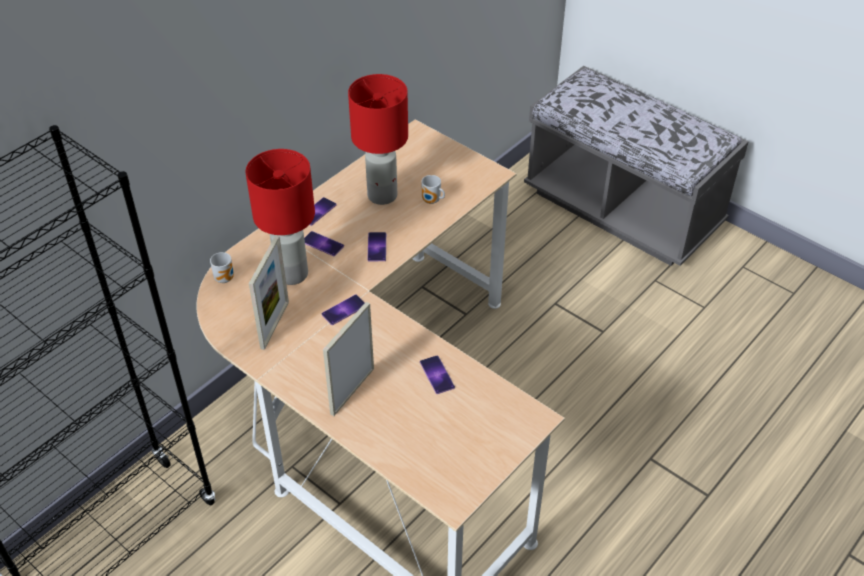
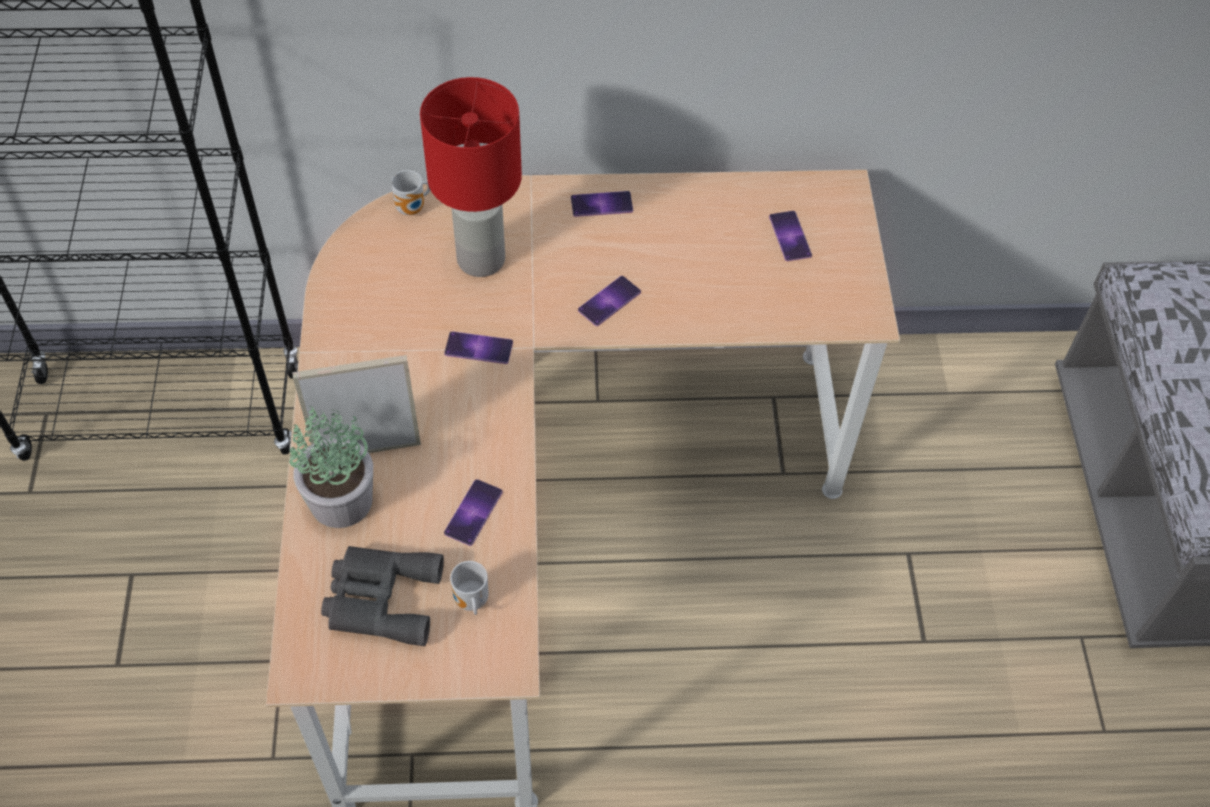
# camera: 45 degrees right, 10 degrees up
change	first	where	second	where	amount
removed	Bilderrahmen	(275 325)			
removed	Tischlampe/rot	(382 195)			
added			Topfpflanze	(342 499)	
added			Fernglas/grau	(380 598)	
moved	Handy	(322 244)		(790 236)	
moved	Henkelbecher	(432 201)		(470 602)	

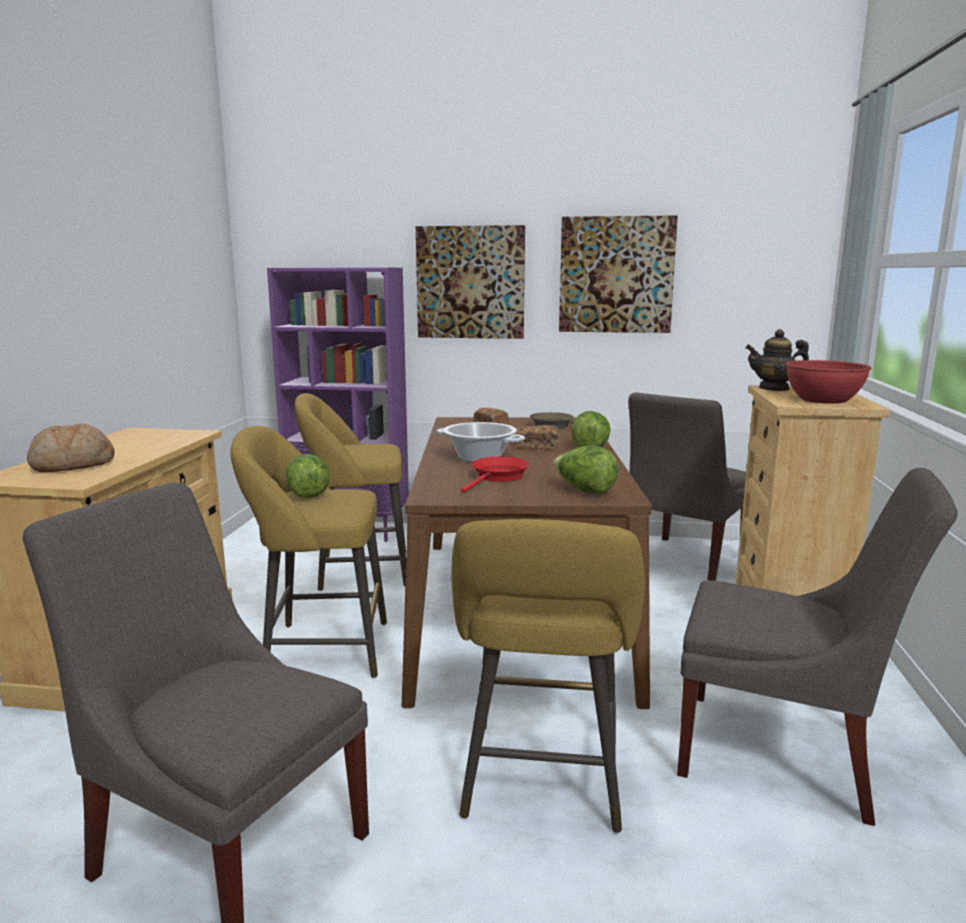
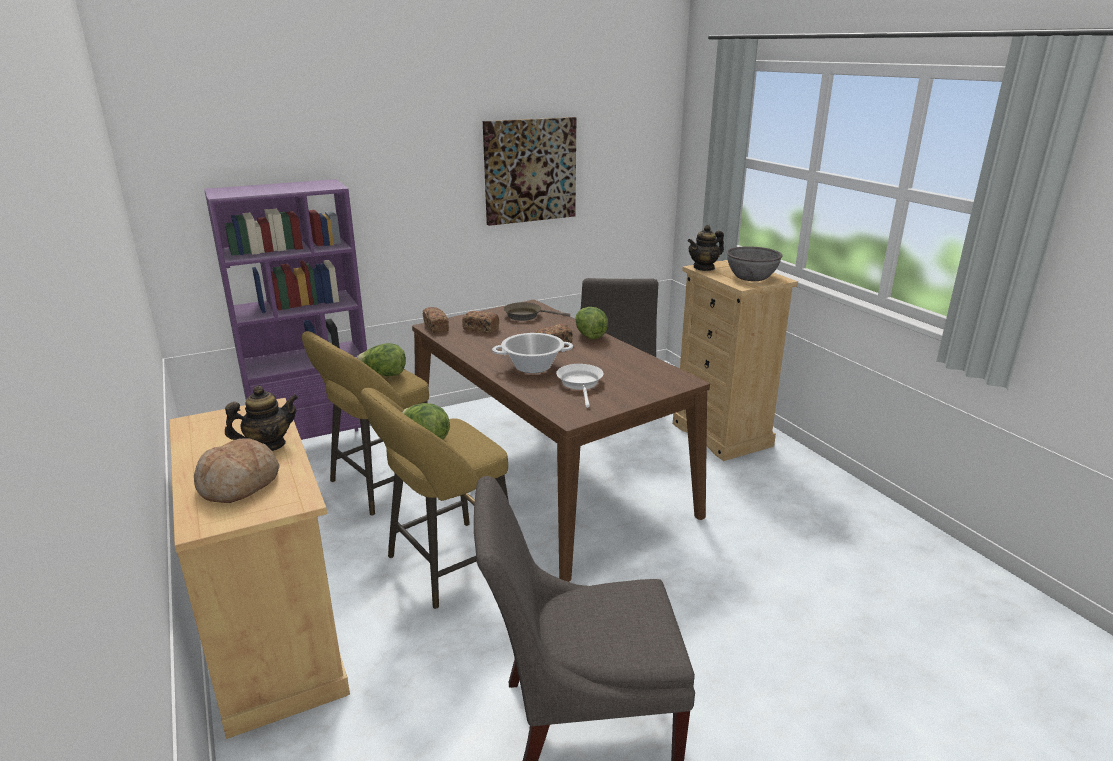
# camera: 35 degrees left, 10 degrees up
change	first	where	second	where	amount
removed	Bild	(470 282)			
removed	Hocker/gelb	(542 784)			
removed	Stuhl/grau	(785 756)			
added			Teekanne	(268 445)	
added			Brot	(436 327)	
moved	Salatkopf	(584 491)		(384 374)	
recoloured	Pfanne/rot	(498 477)	Pfanne/weiß	(580 384)	
recoloured	Schüssel/rot	(823 400)	Schüssel/grau	(751 277)	

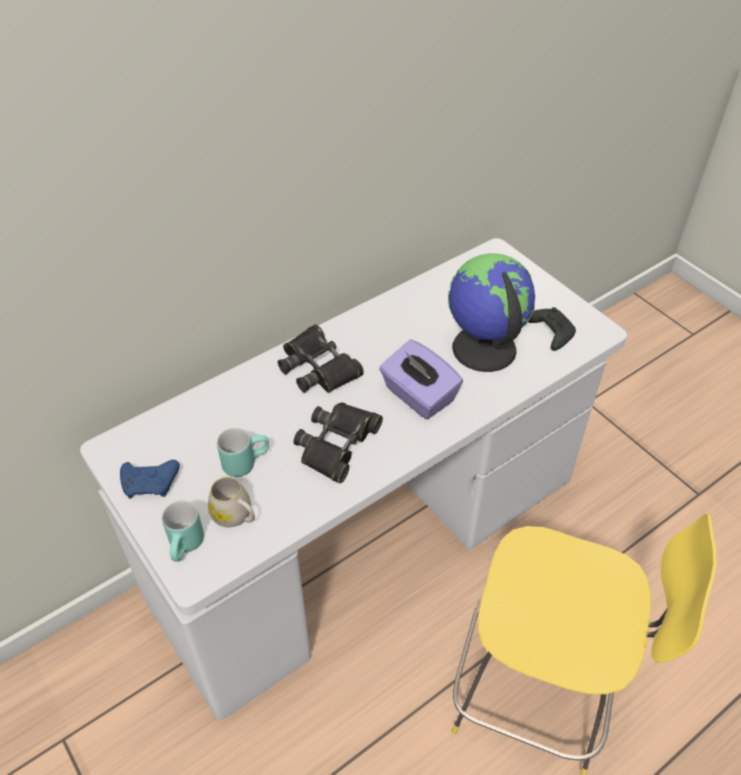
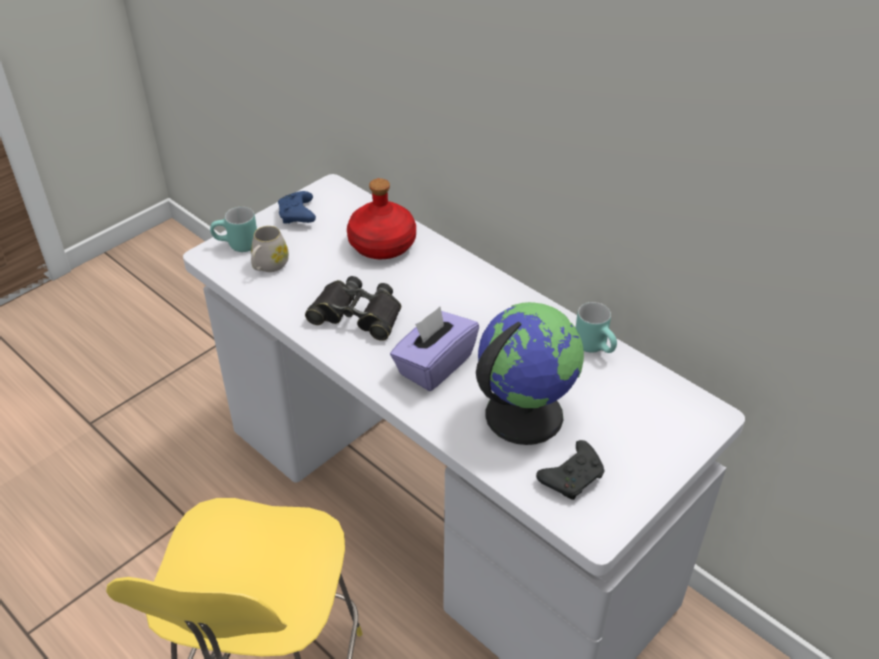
# camera: 80 degrees right, 5 degrees down
change	first	where	second	where	amount
removed	Fernglas/schwarz	(318 367)			
added			Flasche/rot	(381 245)	
moved	Henkelbecher/türkis	(245 461)		(596 347)	

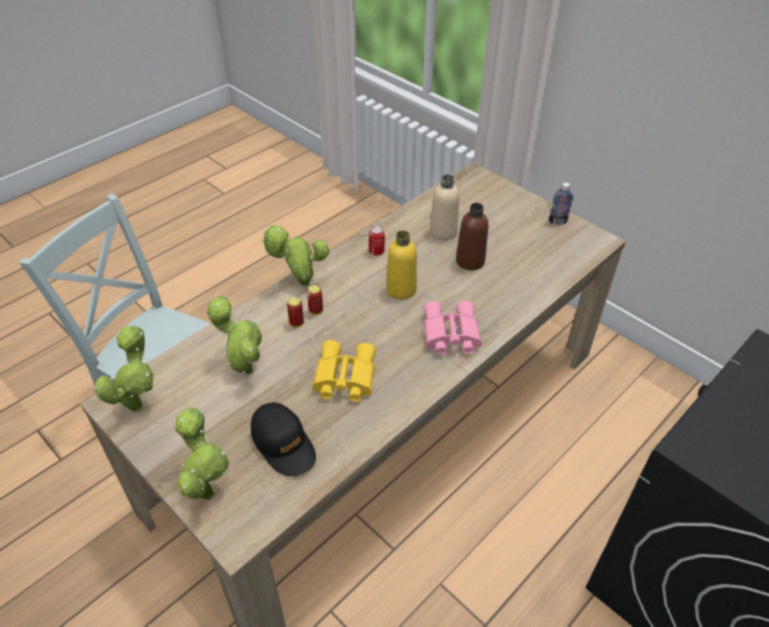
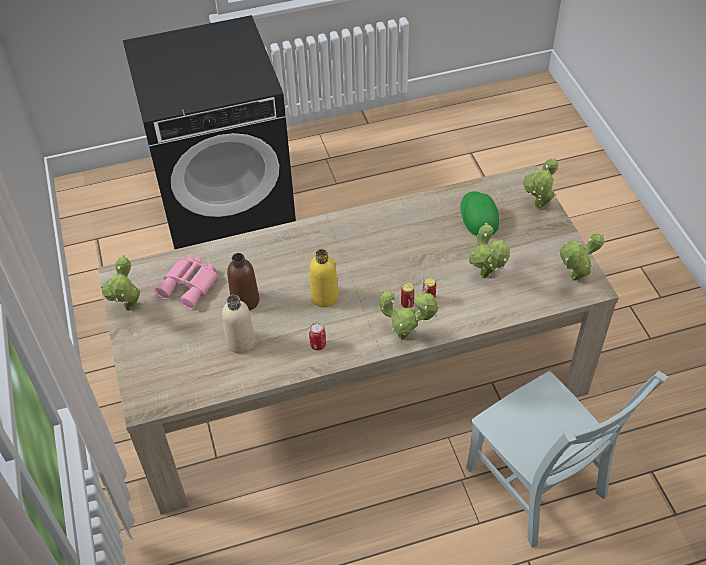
# camera: 150 degrees left, 5 degrees up
change	first	where	second	where	amount
removed	Fernglas/gelb	(343 378)			
moved	Fernglas/rosa	(449 335)		(190 285)	
replaced	Flasche	(557 221)	Topfpflanze	(129 310)	
recoloured	Kappe/schwarz	(283 444)	Kappe/grün	(478 216)	

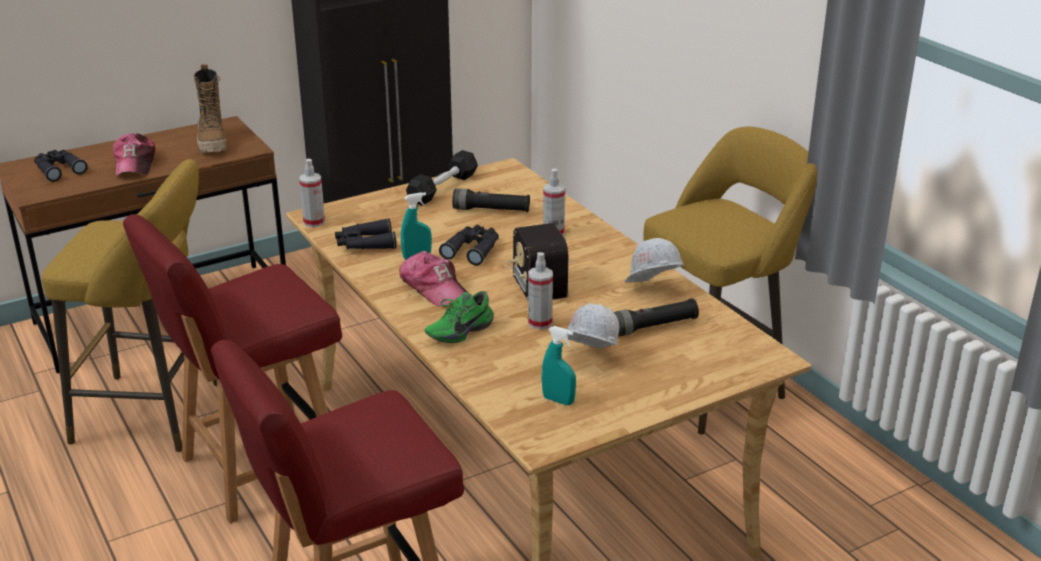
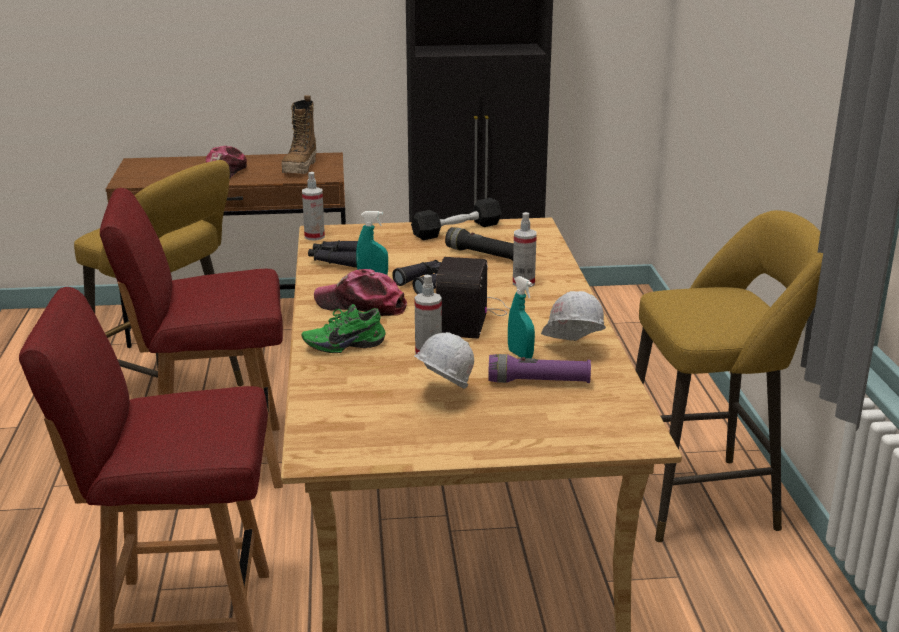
# camera: 25 degrees right, 5 degrees down
change	first	where	second	where	amount
removed	Fernglas/schwarz	(58 170)			
moved	Sprühflasche/türkis	(558 400)		(520 355)	
recoloured	Taschenlampe/schwarz	(653 327)	Taschenlampe/lila	(538 382)	
turned	Kappe	(434 287)		(361 305)	120 degrees clockwise

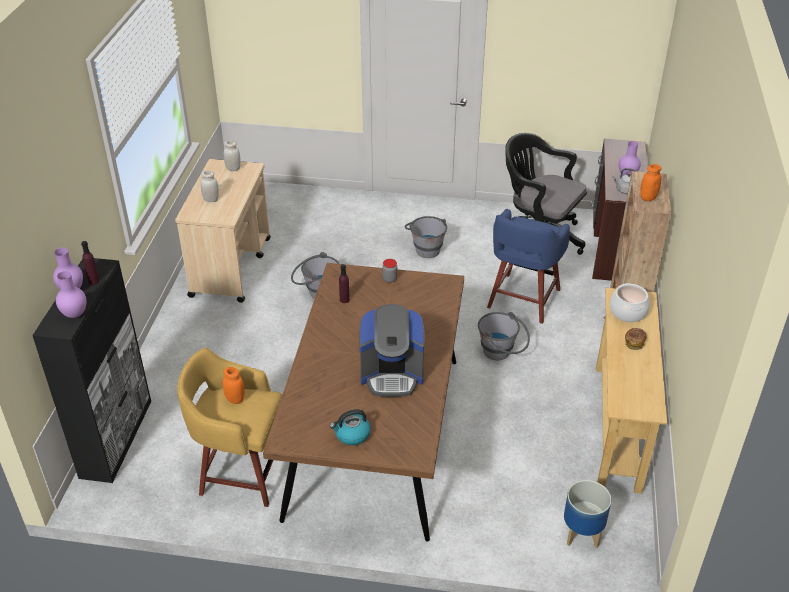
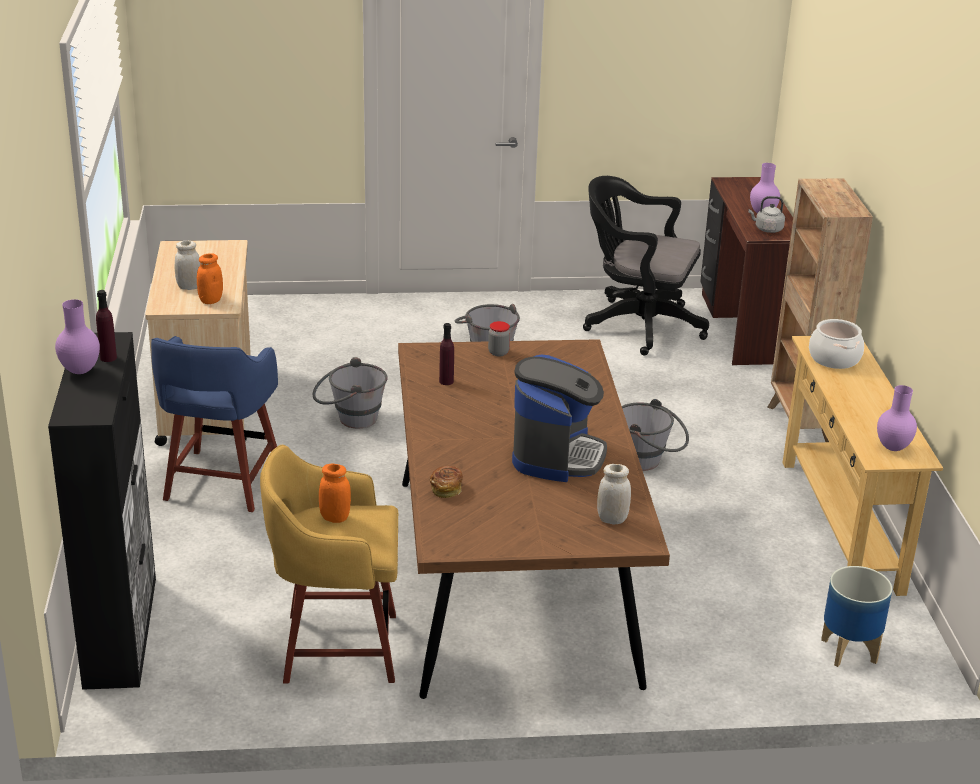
# camera: 15 degrees left, 10 degrees down
change	first	where	second	where	amount
removed	Wasserkessel	(352 435)			
moved	Vase/lila	(74 315)		(892 448)	
moved	Vorratsglas/weiß	(233 168)		(612 519)	
moved	Hocker/blau	(522 300)		(221 483)	
moved	Brot	(634 343)		(446 489)	
moved	Vorratsglas/orange	(648 197)		(210 300)	
turned	Kaffeemaschine	(392 375)		(557 456)	60 degrees counterclockwise

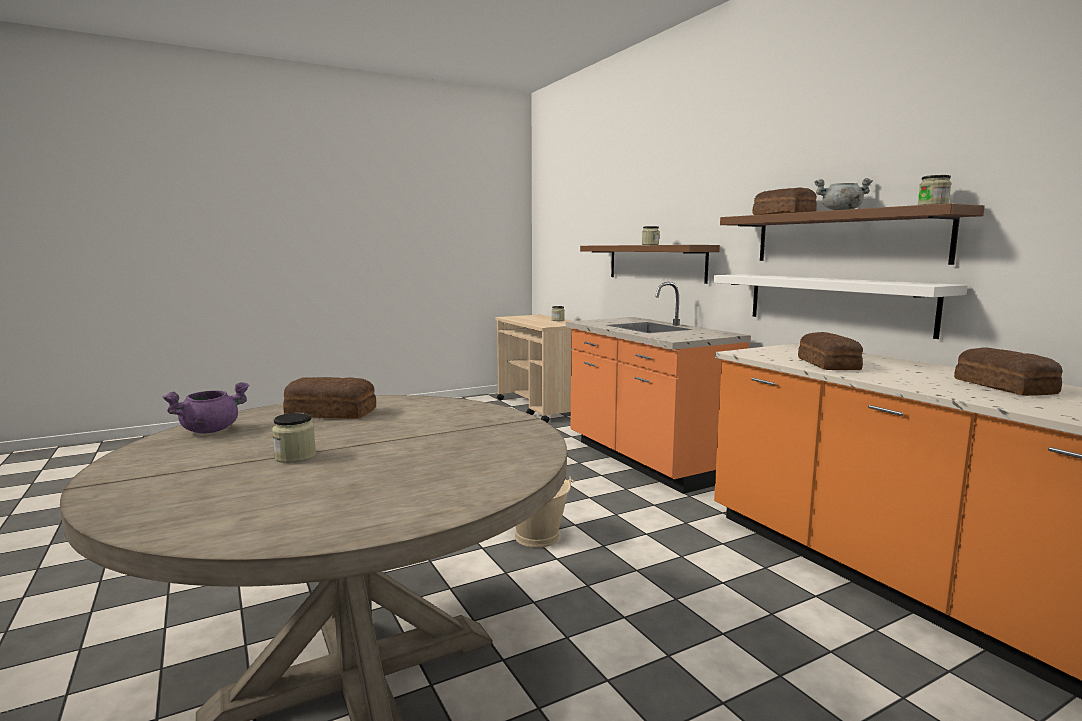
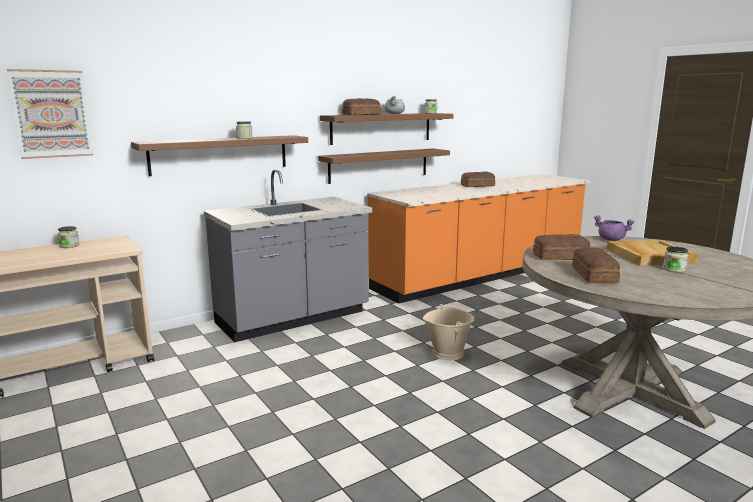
# camera: 95 degrees left, 5 degrees up
change	first	where	second	where	amount
added			Bild	(51 114)	
added			Tablett/beige	(649 255)	
moved	Kochtopf/lila	(210 430)		(611 239)	
moved	Brot	(829 364)		(559 256)	
recoloured	Küchenzeile/orange	(646 460)	Küchenzeile/grau	(293 319)	
recoloured	Wandregal/weiß	(834 302)	Wandregal/braun	(379 165)	

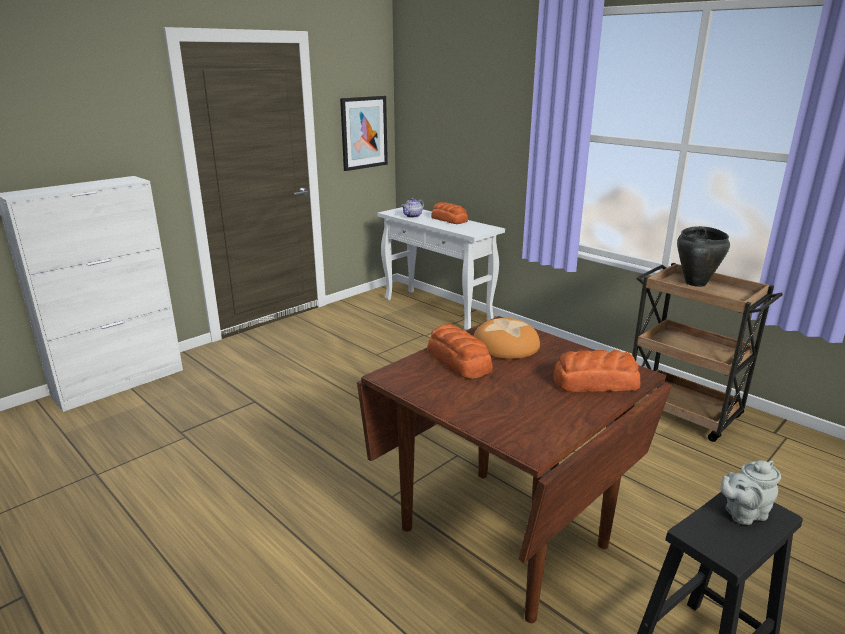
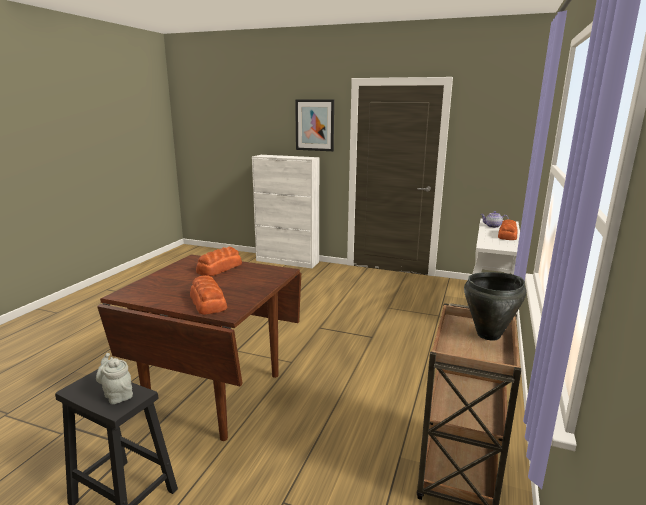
# camera: 65 degrees right, 5 degrees down
change	first	where	second	where	amount
removed	Brot	(506 345)			
moved	Bild	(364 132)		(315 125)	

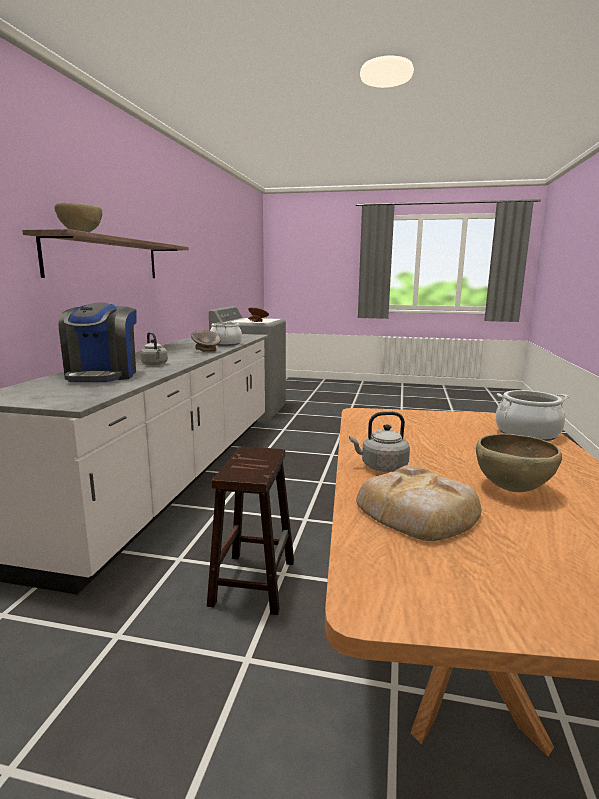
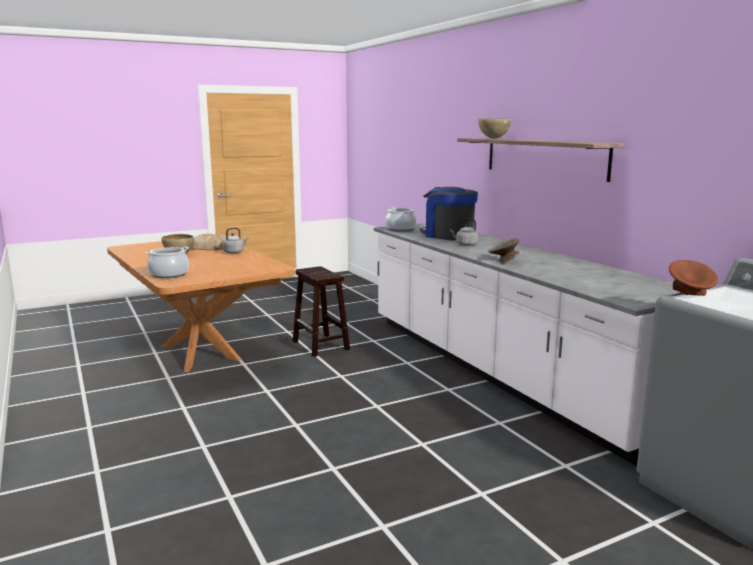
# camera: 140 degrees right, 0 degrees up
change	first	where	second	where	amount
moved	Kochtopf	(225 344)		(400 229)	

